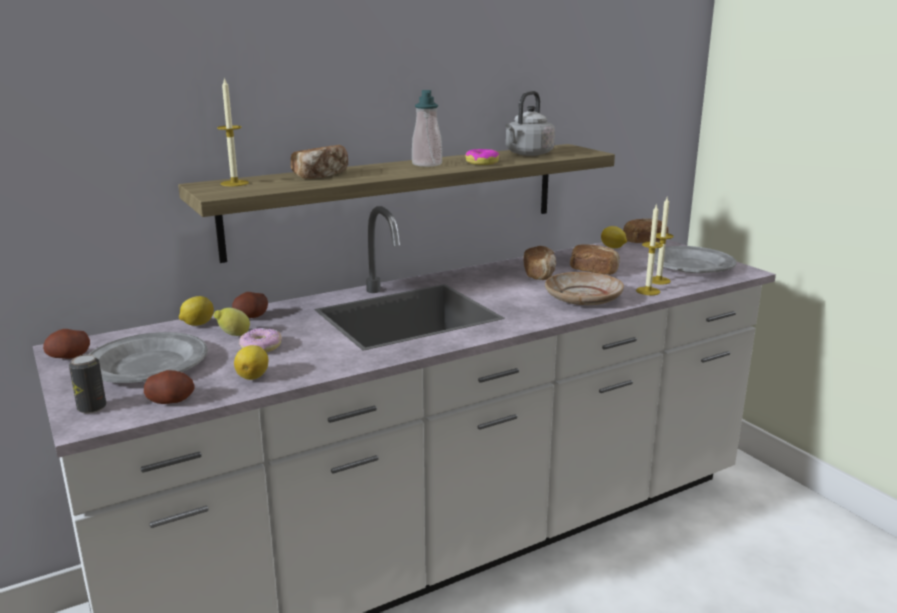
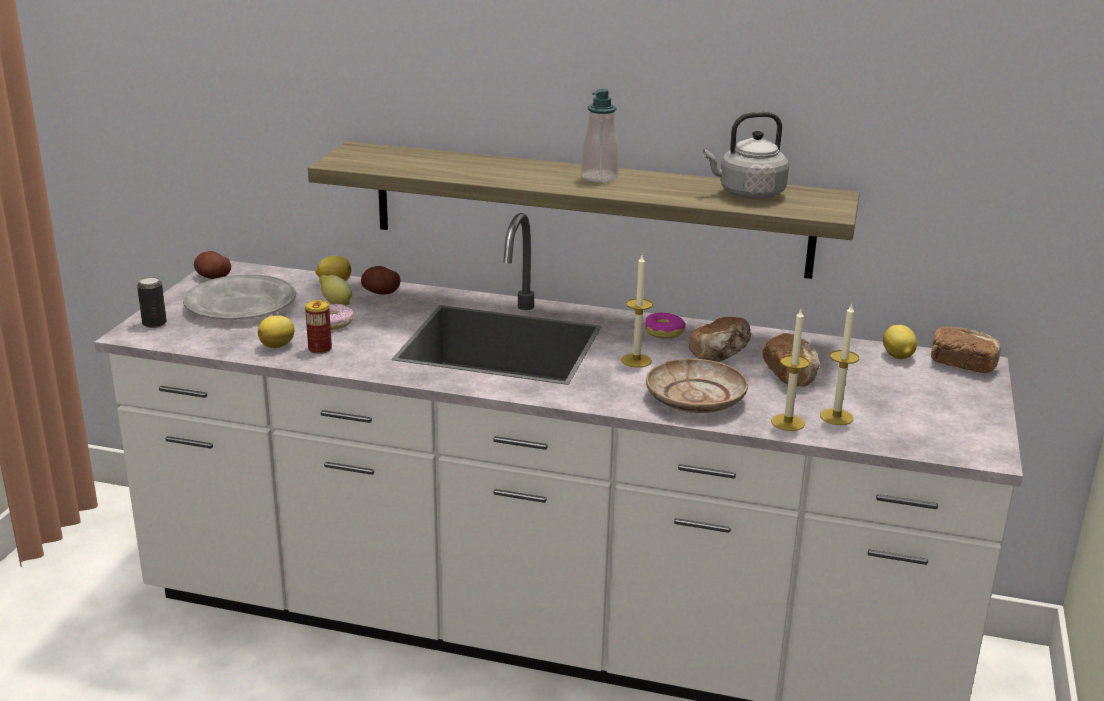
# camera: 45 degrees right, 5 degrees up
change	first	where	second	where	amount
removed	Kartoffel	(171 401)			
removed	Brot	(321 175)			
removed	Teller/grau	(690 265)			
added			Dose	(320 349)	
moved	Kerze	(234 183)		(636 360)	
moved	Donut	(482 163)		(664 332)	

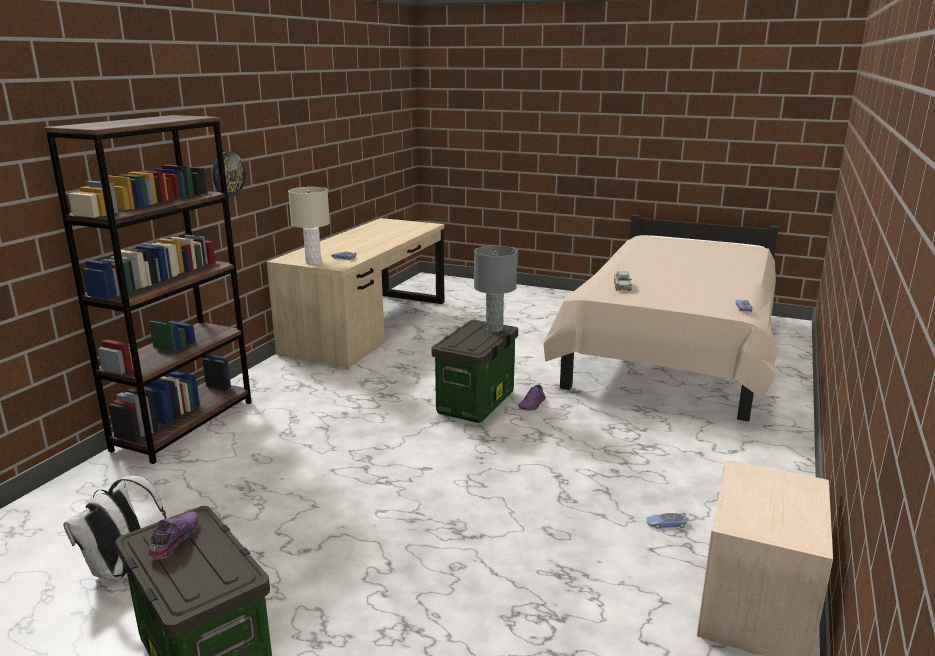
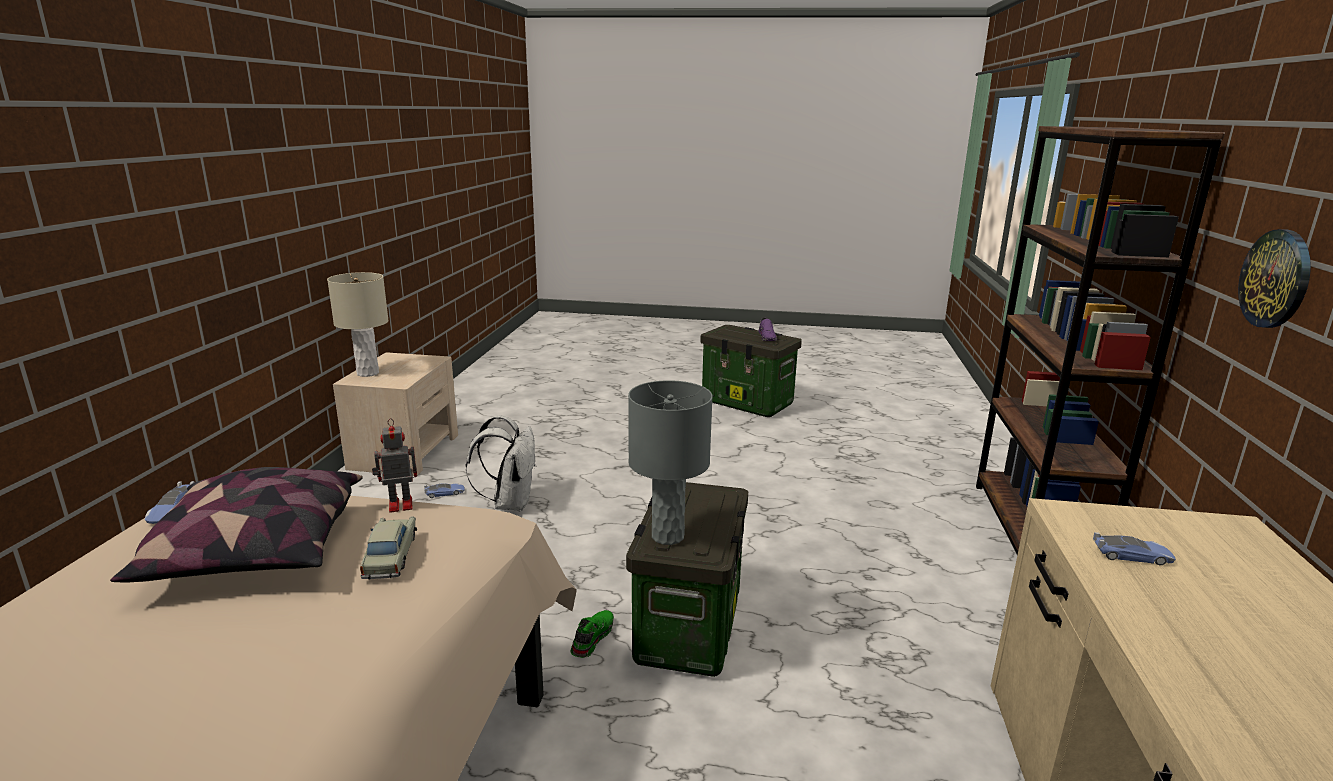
# camera: 165 degrees right, 0 degrees up
change	first	where	second	where	amount
added			Kissen	(257 552)	
added			Spielzeugroboter	(399 505)	
moved	Rucksack/weiß	(123 569)		(510 503)	
moved	Tischlampe/beige	(313 262)		(368 373)	
recoloured	Schuh/lila	(533 405)	Schuh/grün	(591 638)	

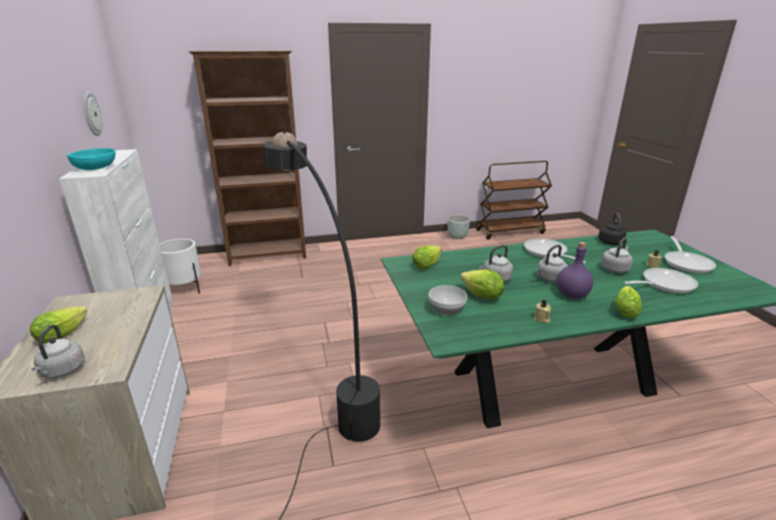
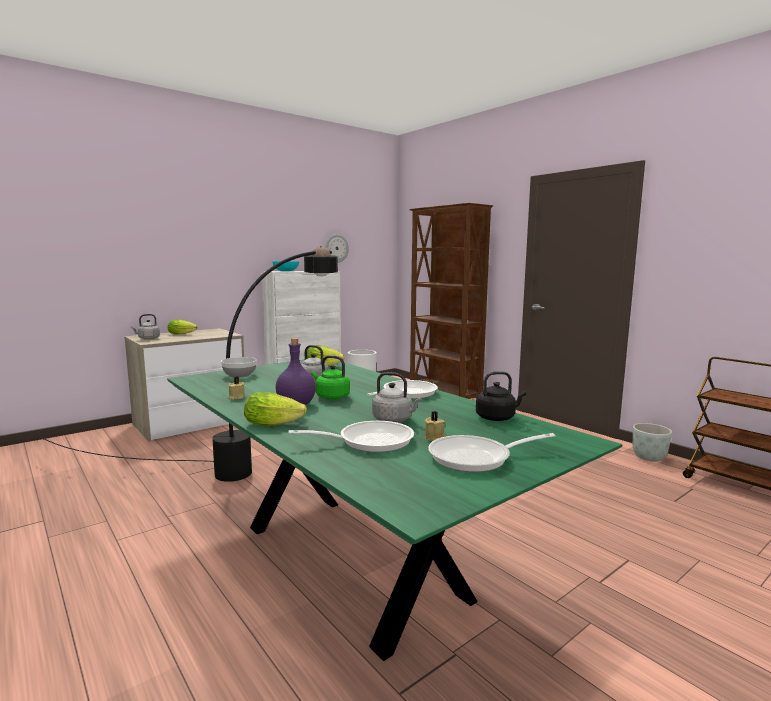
# camera: 65 degrees right, 15 degrees down
change	first	where	second	where	amount
removed	Salatkopf	(482 296)			
recoloured	Wasserkessel/grau	(549 279)	Wasserkessel/grün	(331 397)	
turned	Pfanne	(663 284)		(369 441)	60 degrees counterclockwise

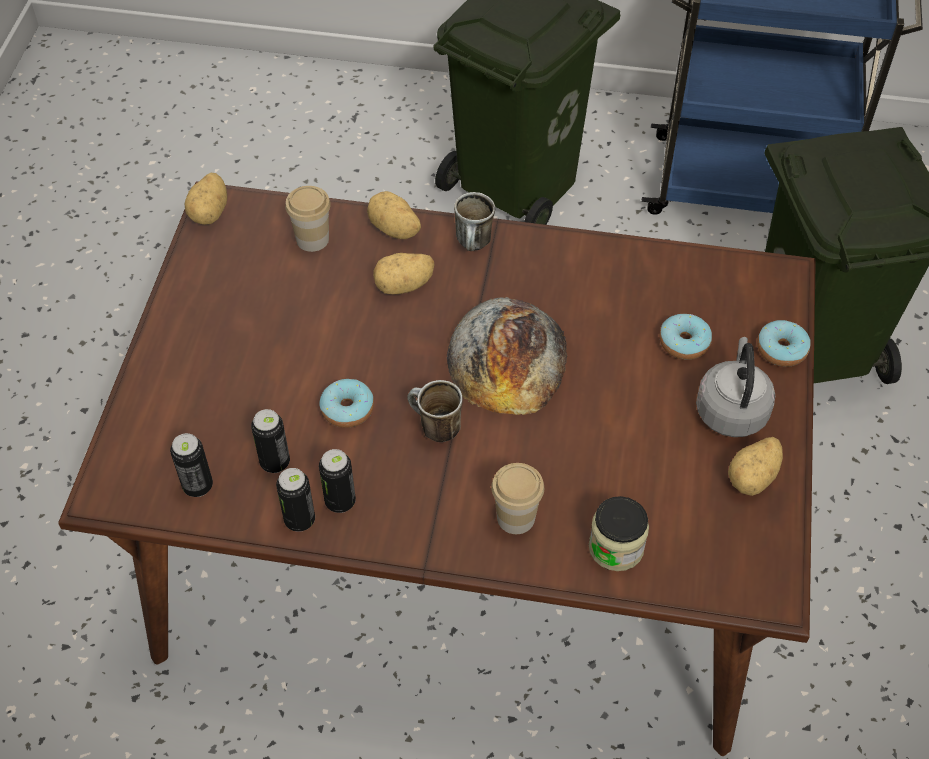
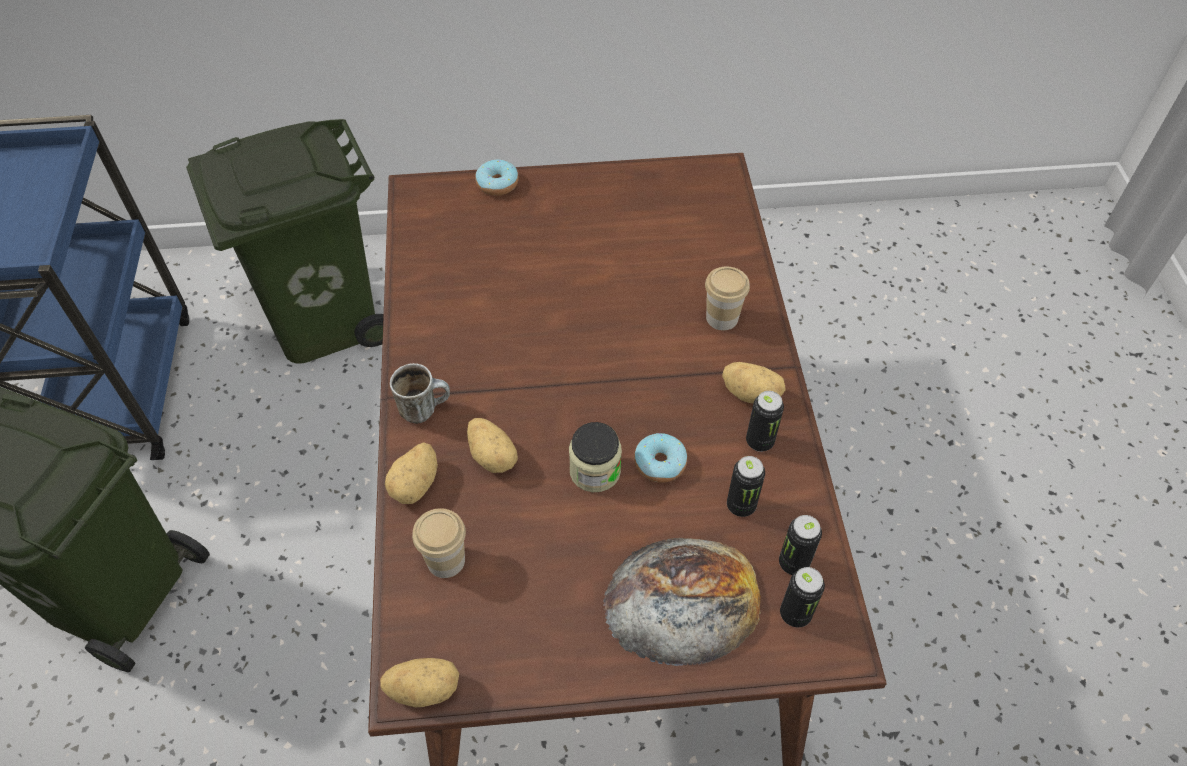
# camera: 105 degrees left, 0 degrees up
change	first	where	second	where	amount
removed	Henkelbecher	(433 428)			
removed	Donut	(684 343)			
removed	Wasserkessel/grau	(731 409)			
moved	Dose	(299 520)		(795 614)	
moved	Brot	(508 356)		(683 599)	
moved	Vorratsglas	(616 547)		(595 471)	
moved	Kartoffel	(753 478)		(751 393)	

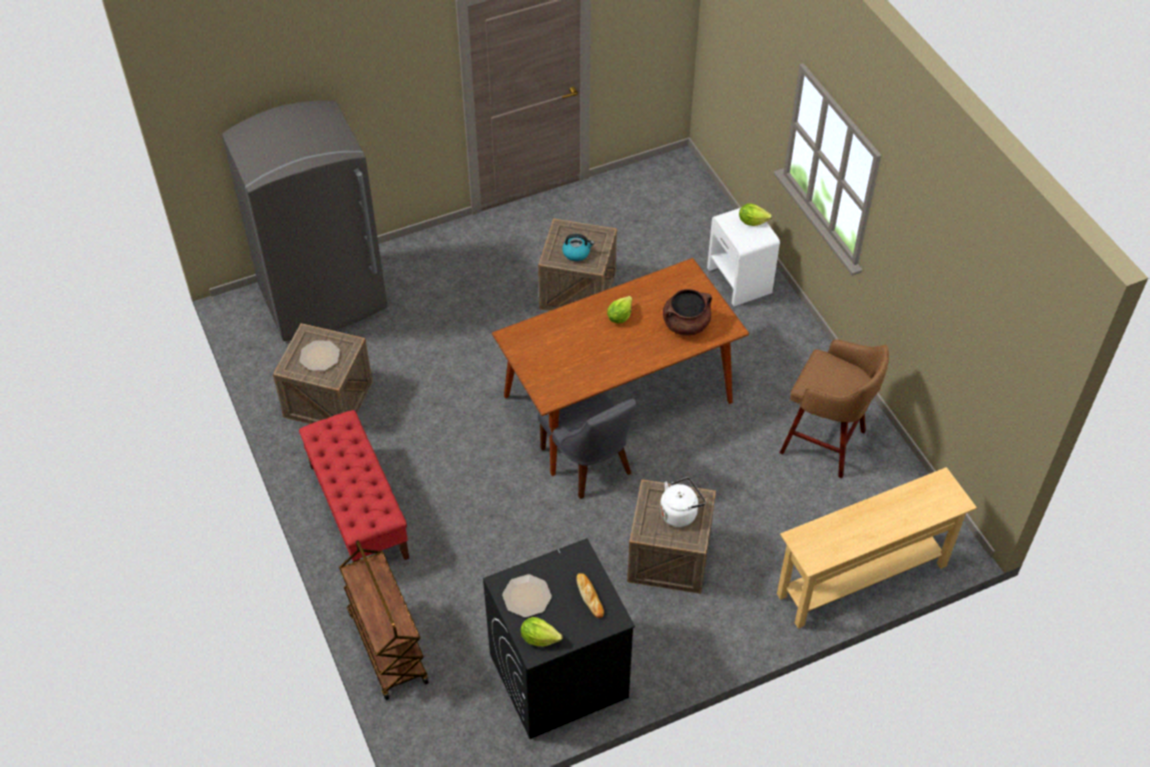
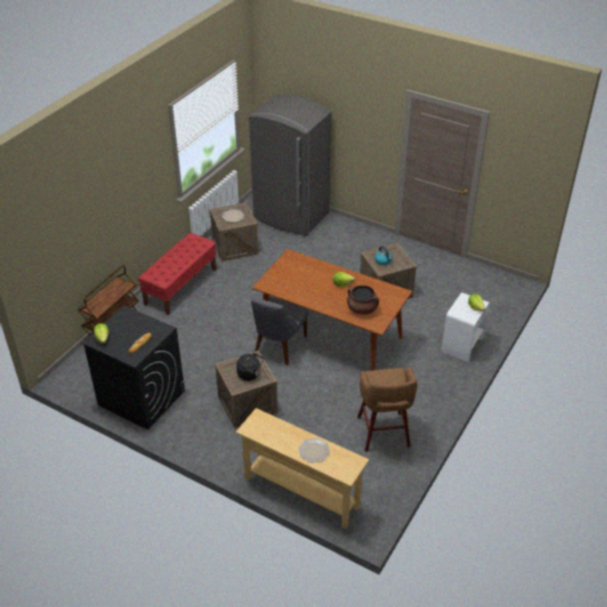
# camera: 55 degrees right, 10 degrees down
change	first	where	second	where	amount
moved	Teller	(526 596)		(313 451)	
recoloured	Wasserkessel/weiß	(680 512)	Wasserkessel/schwarz	(250 374)	

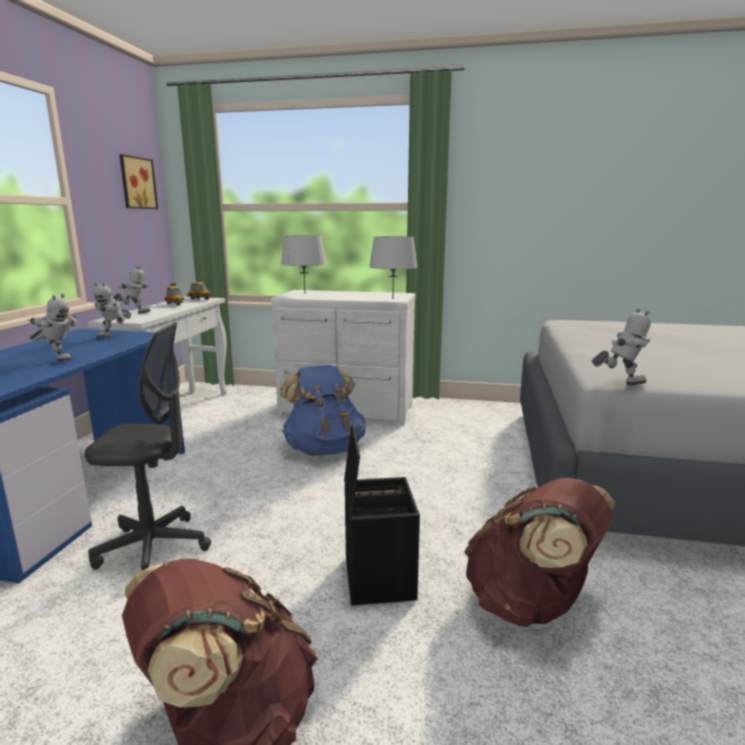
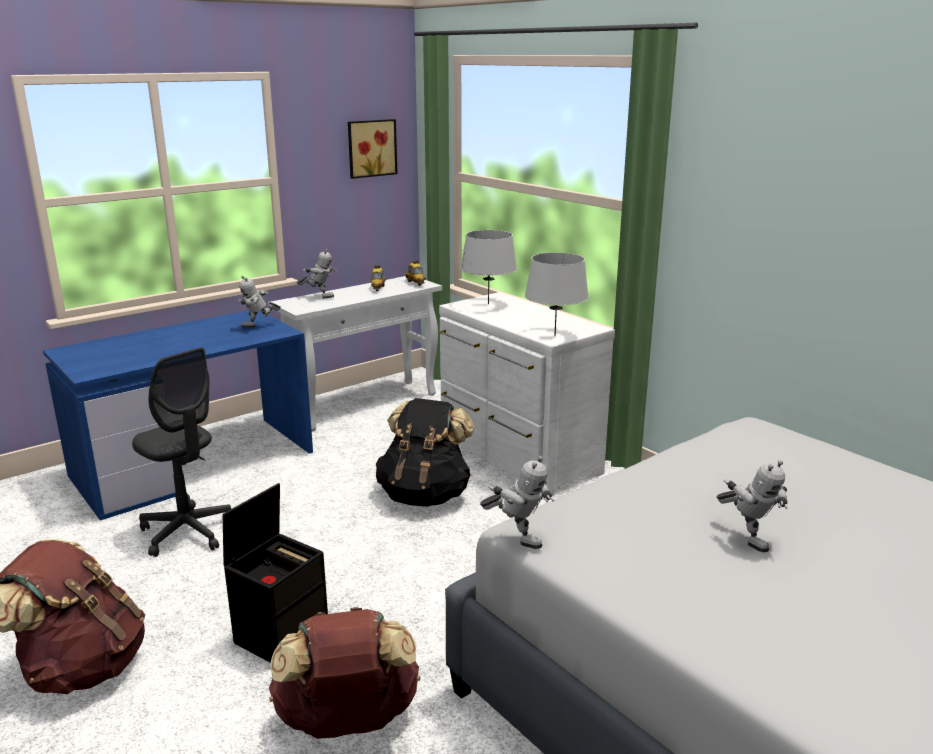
# camera: 40 degrees right, 5 degrees up
change	first	where	second	where	amount
moved	Spielzeugroboter	(58 359)		(747 538)	
recoloured	Rucksack/blau	(324 449)	Rucksack/schwarz	(425 495)	

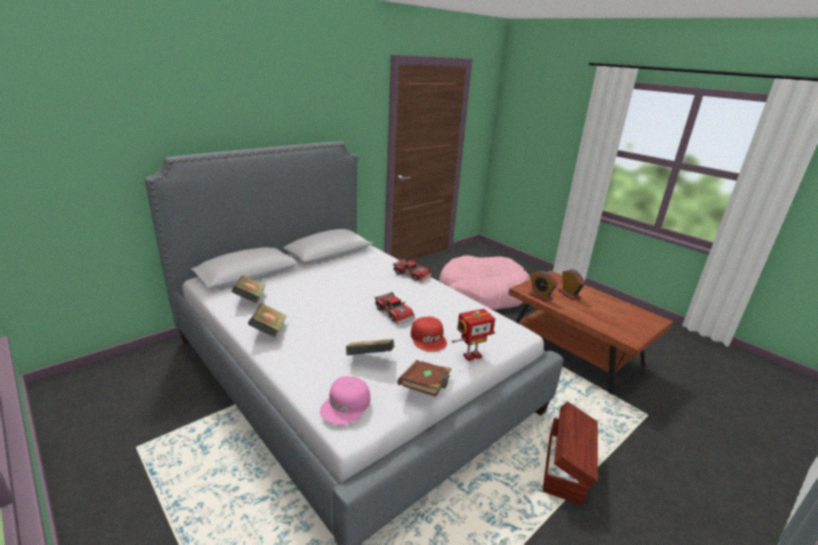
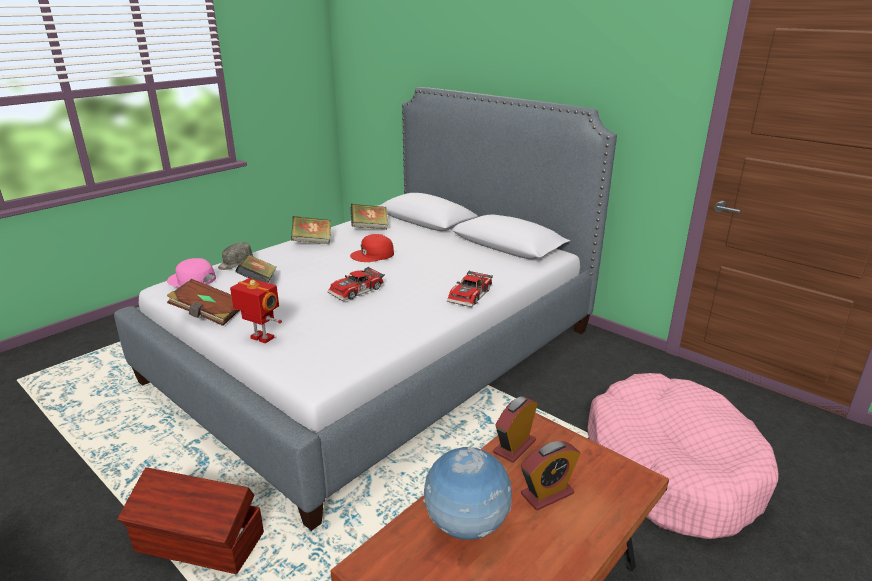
# camera: 85 degrees right, 0 degrees up
change	first	where	second	where	amount
added			Kappe/grau	(235 263)	
added			Globus	(466 528)	
moved	Kappe/rot	(429 338)		(373 255)	
turned	Spielzeugroboter	(471 355)		(261 338)	150 degrees clockwise

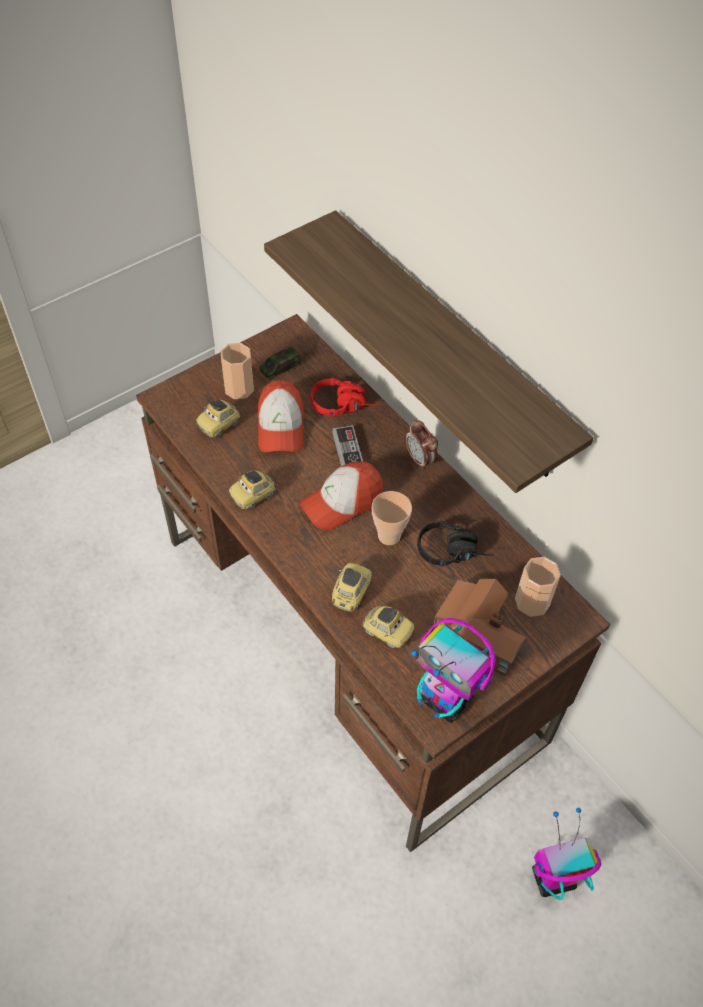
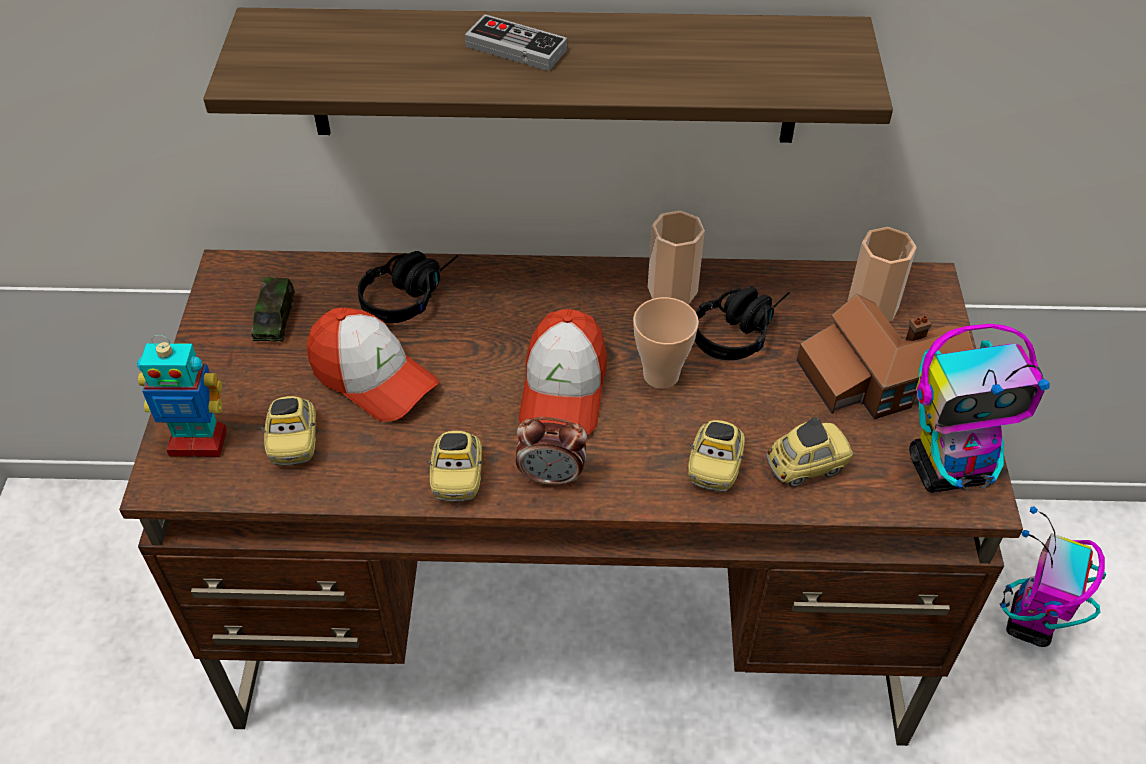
# camera: 50 degrees left, 5 degrees down
change	first	where	second	where	amount
added			Spielzeugroboter	(198 441)	
moved	Tasse	(239 388)		(672 289)	
moved	Gamepad	(347 450)		(516 48)	
moved	Wecker	(420 459)		(552 477)	
recoloured	Kopfhörer/rot	(344 404)	Kopfhörer/schwarz	(410 293)	
turned	Spielzeugauto	(351 593)		(715 466)	135 degrees counterclockwise

